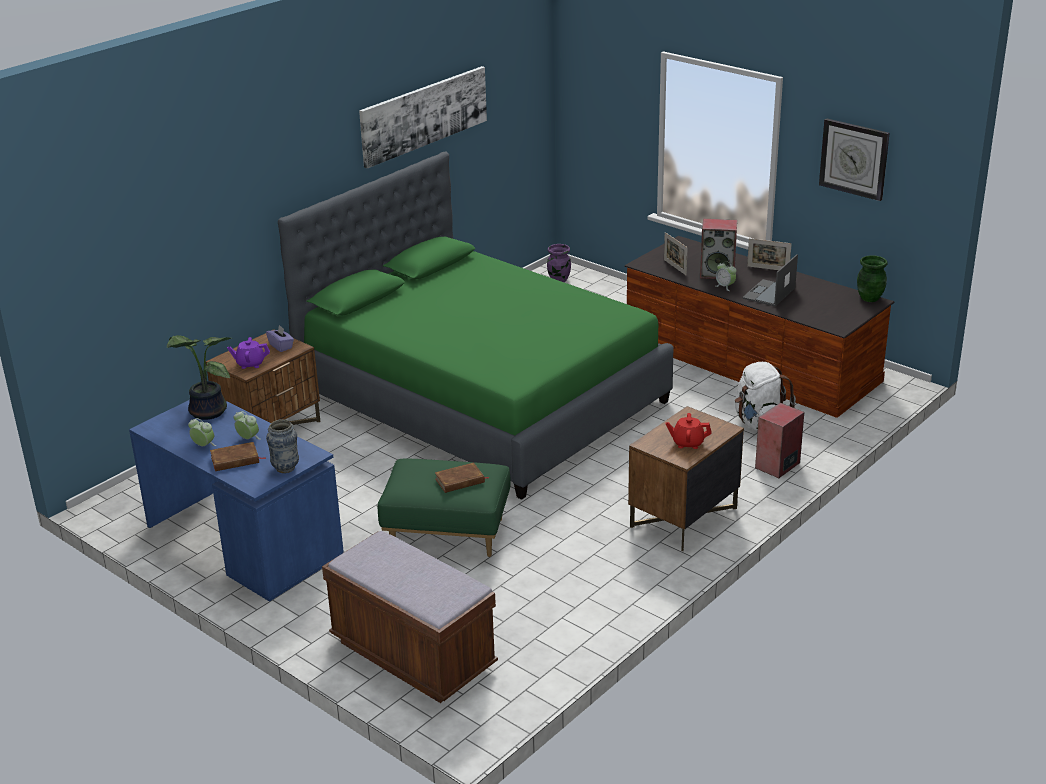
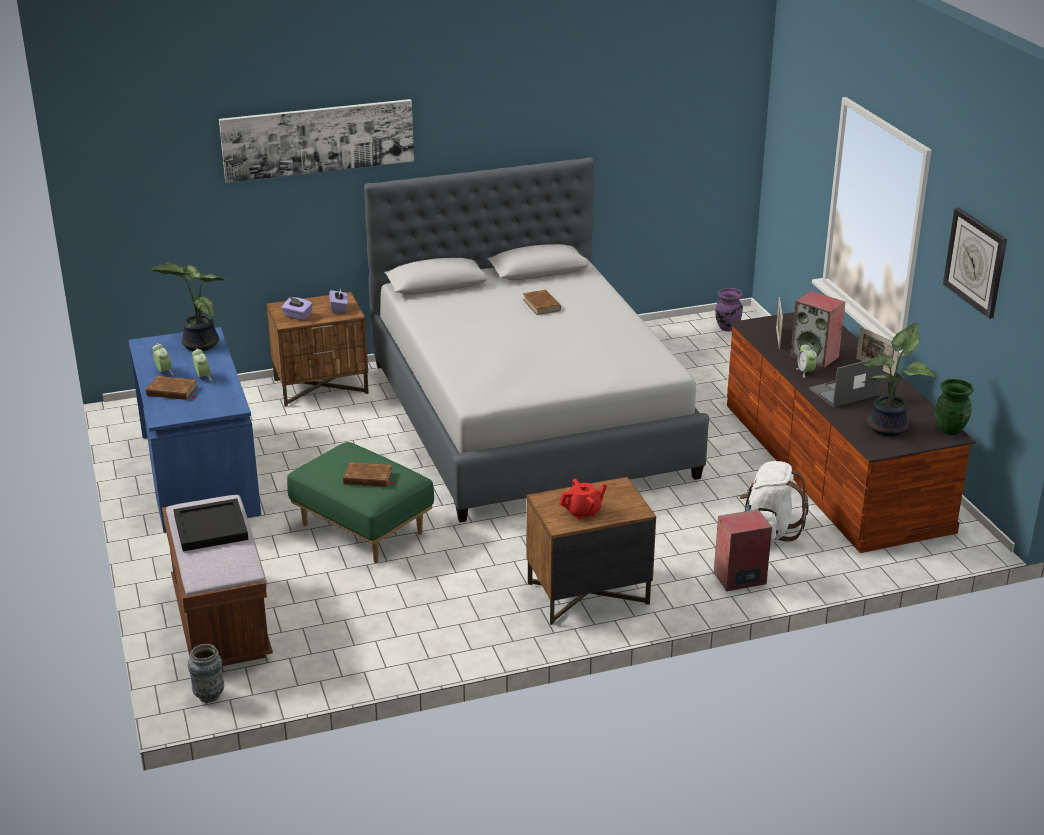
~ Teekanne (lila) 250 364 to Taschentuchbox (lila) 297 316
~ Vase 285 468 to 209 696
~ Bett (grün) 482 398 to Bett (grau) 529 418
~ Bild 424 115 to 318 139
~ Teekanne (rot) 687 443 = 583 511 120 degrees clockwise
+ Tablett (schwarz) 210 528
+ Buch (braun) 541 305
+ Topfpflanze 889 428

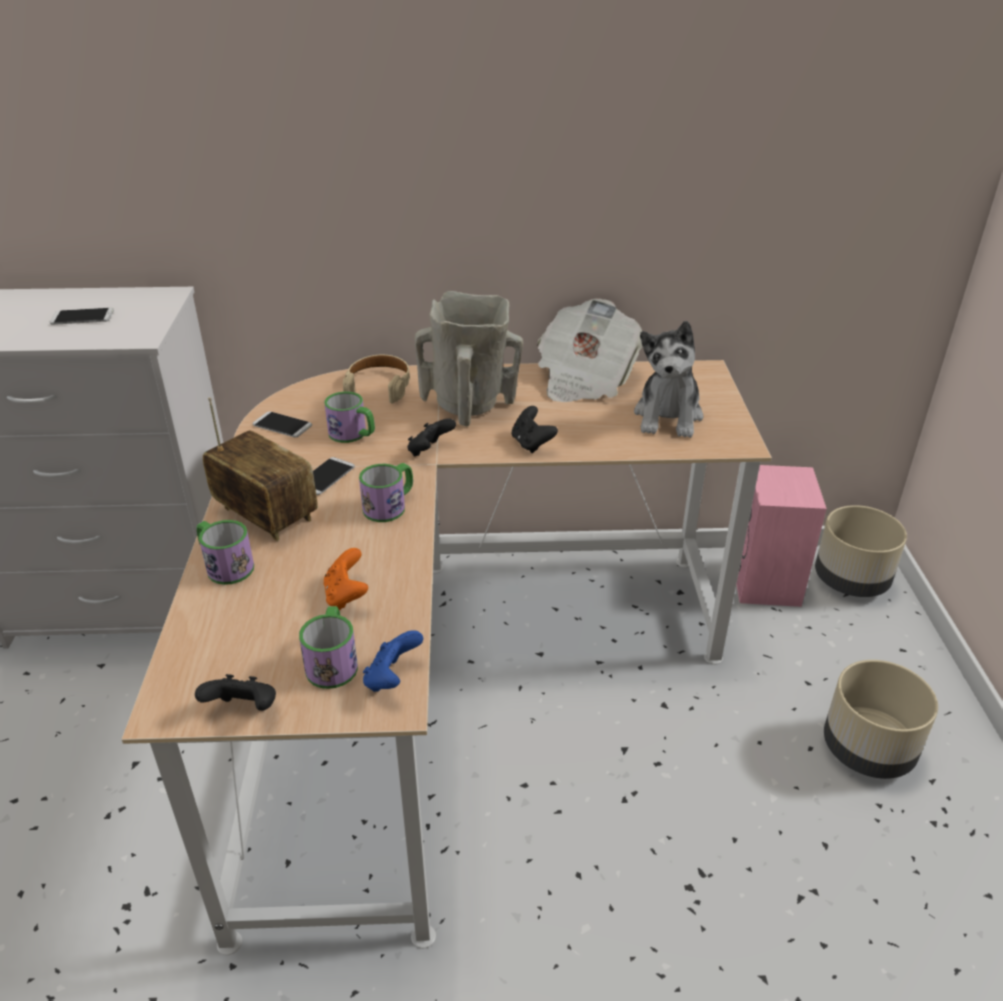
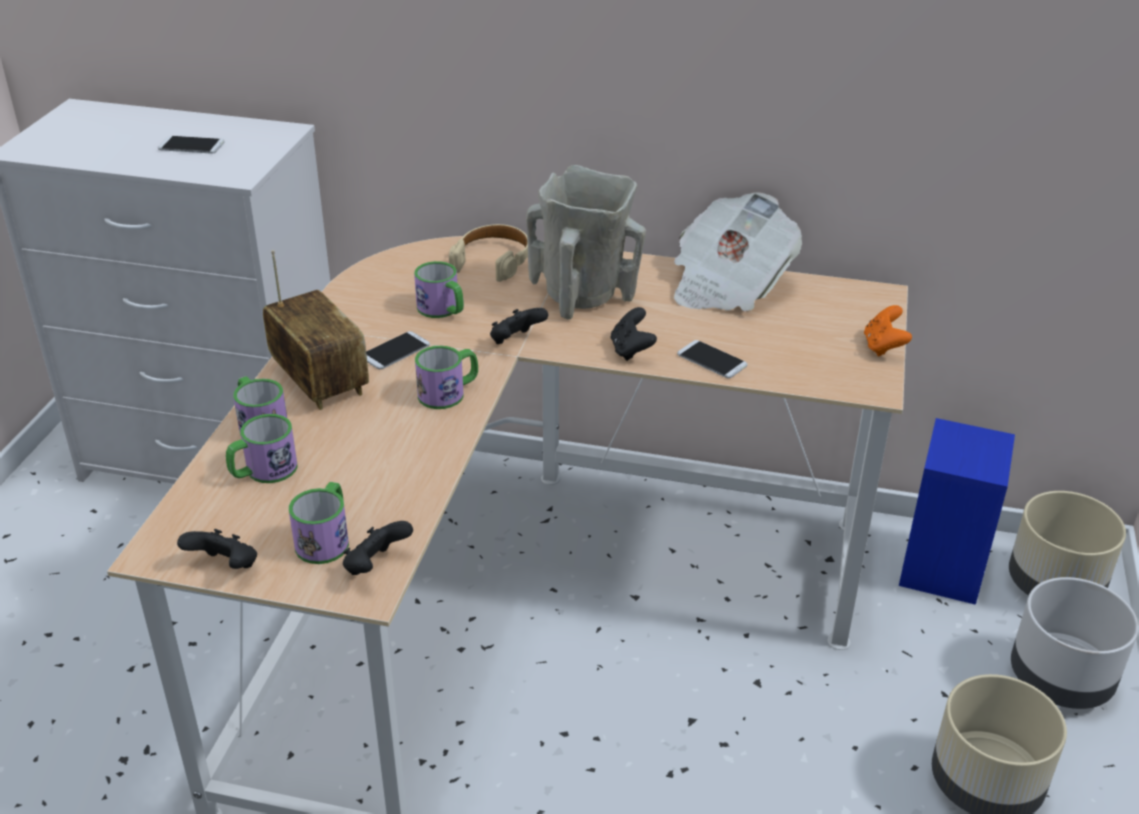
~ Handy 282 425 to 711 360
~ Gamepad (orange) 346 596 to 883 347
~ Gamepad (blau) 392 678 to Gamepad (schwarz) 376 566
- Plüschtier 668 416
~ Lautsprecher (rosa) 767 584 to Lautsprecher (blau) 944 569
+ Henkelbecher 263 471
+ Pflanzkübel (grau) 1060 680

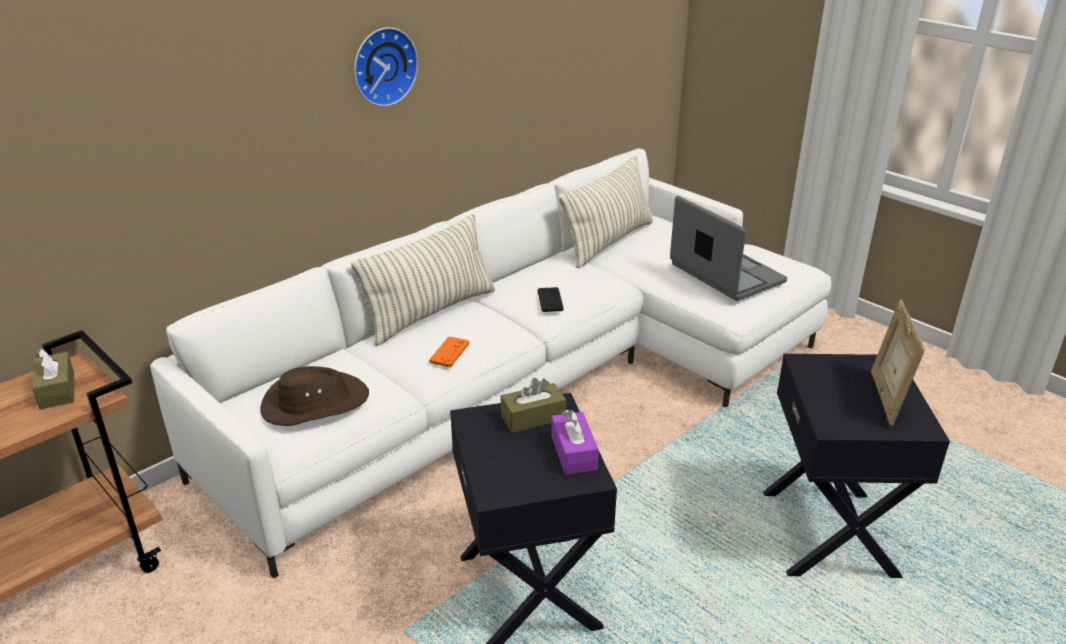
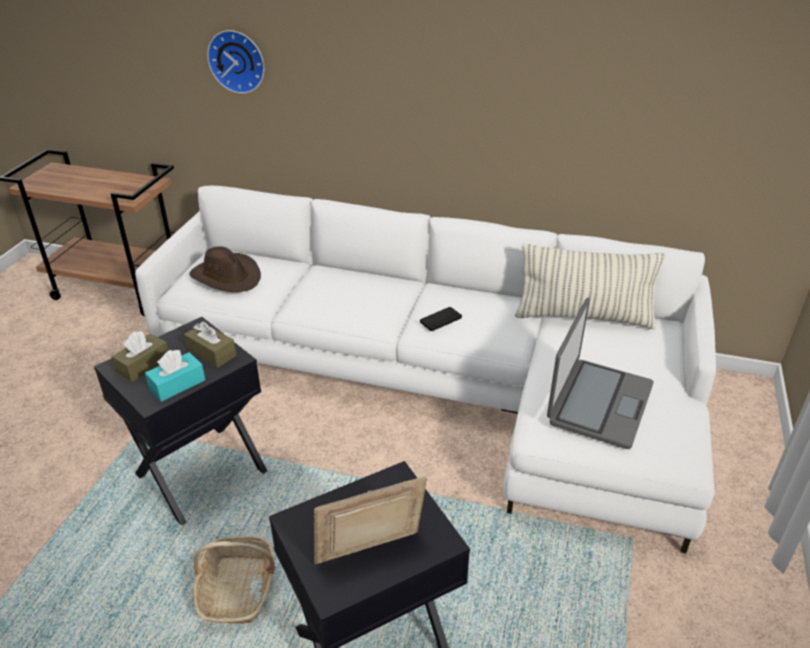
~ Taschentuchbox (braun) 57 390 to 143 365
- Kissen 431 313
~ Wanduhr 382 66 to 238 61
- Gamepad (orange) 449 353
~ Taschentuchbox (lila) 573 453 to Taschentuchbox (türkis) 177 384
+ Korb 237 589

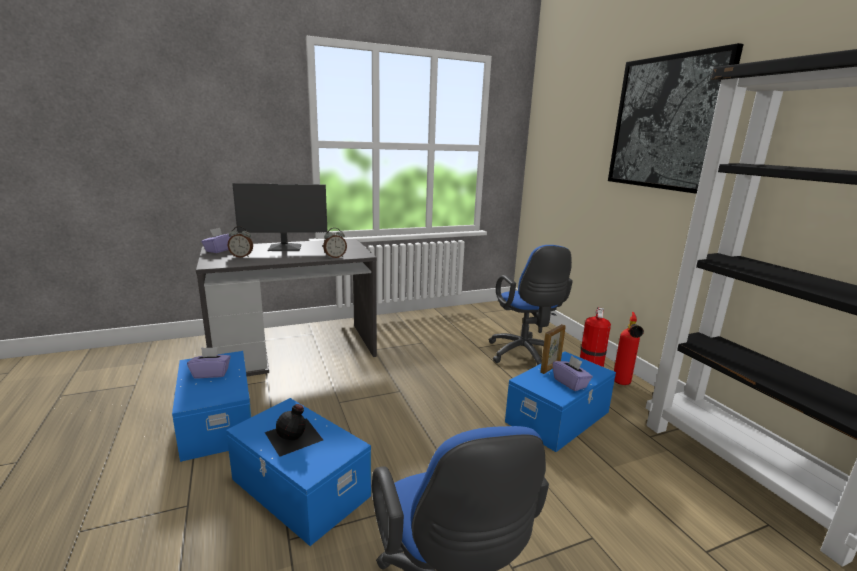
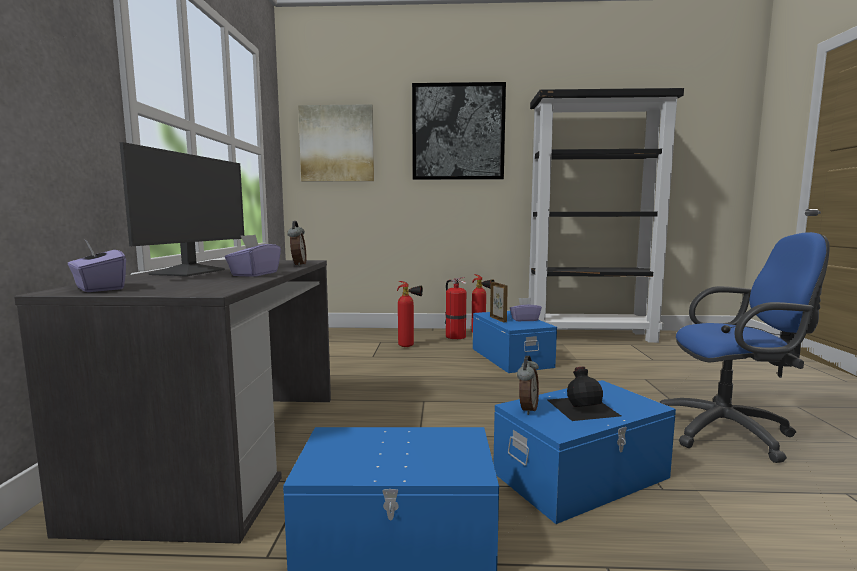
~ Taschentuchbox (lila) 211 373 to 254 274
~ Wecker 241 256 to 527 409
~ Bürostuhl (blau) 524 356 to Feuerlöscher 409 346
+ Bild 337 144

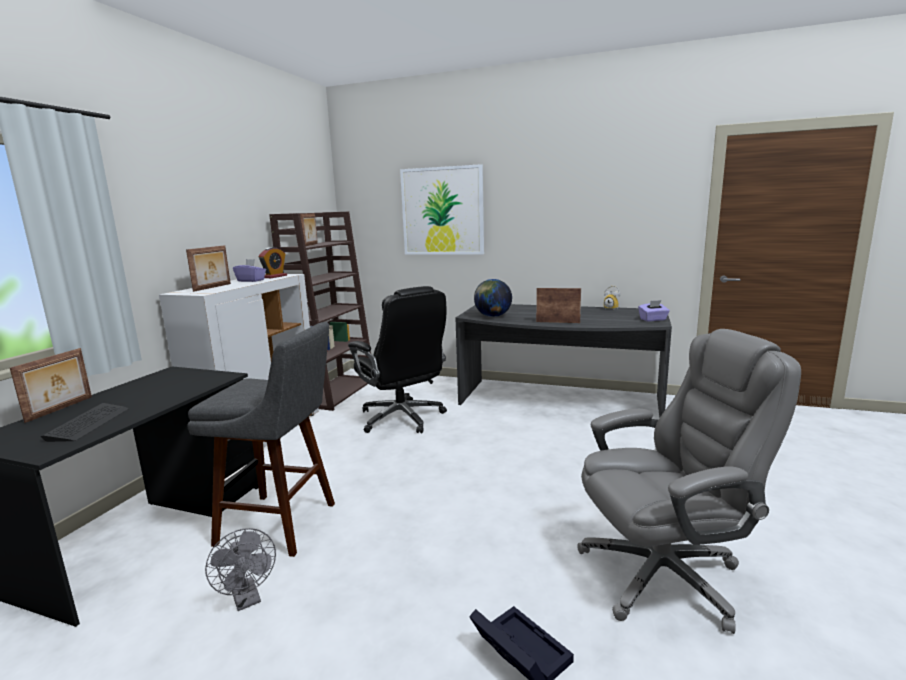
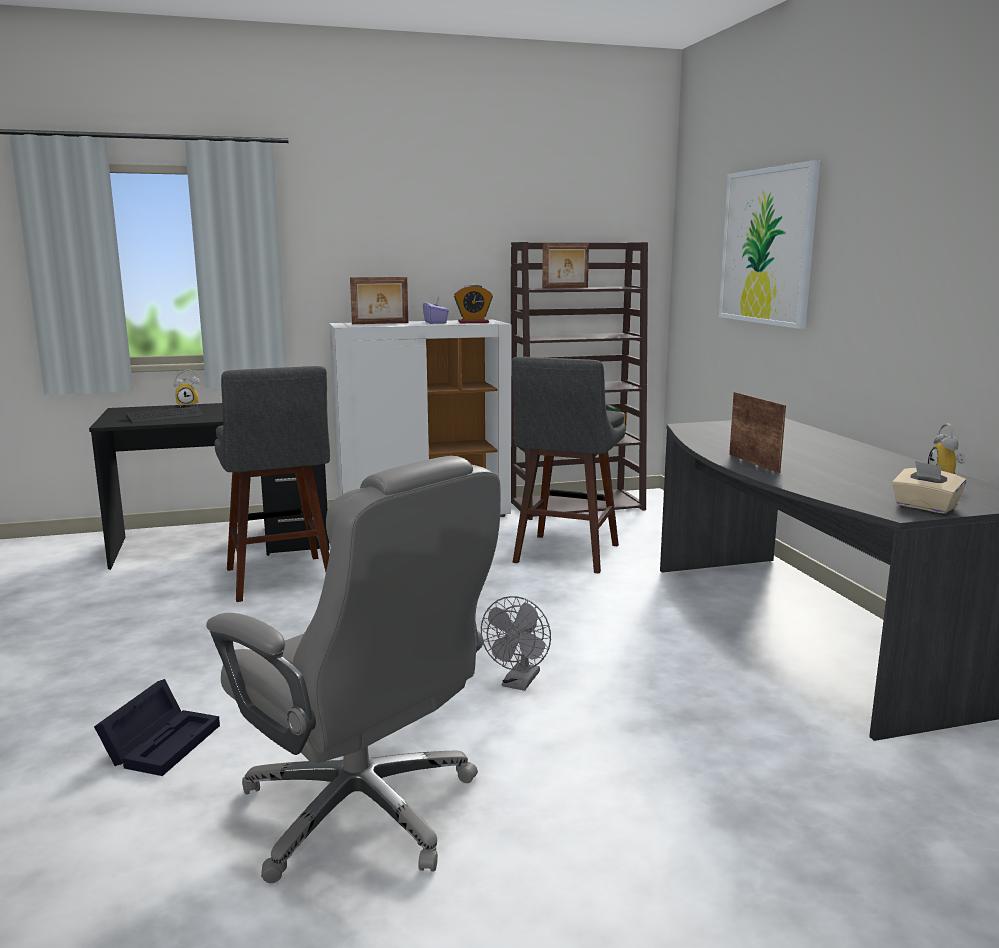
~ Bilderrahmen 61 409 to Wecker 188 405
~ Ventilator (grau) 247 599 to 519 683
~ Bürostuhl (schwarz) 402 418 to Hocker (grau) 565 555
- Globus 492 316
~ Taschentuchbox (lila) 653 319 to Taschentuchbox (beige) 925 507

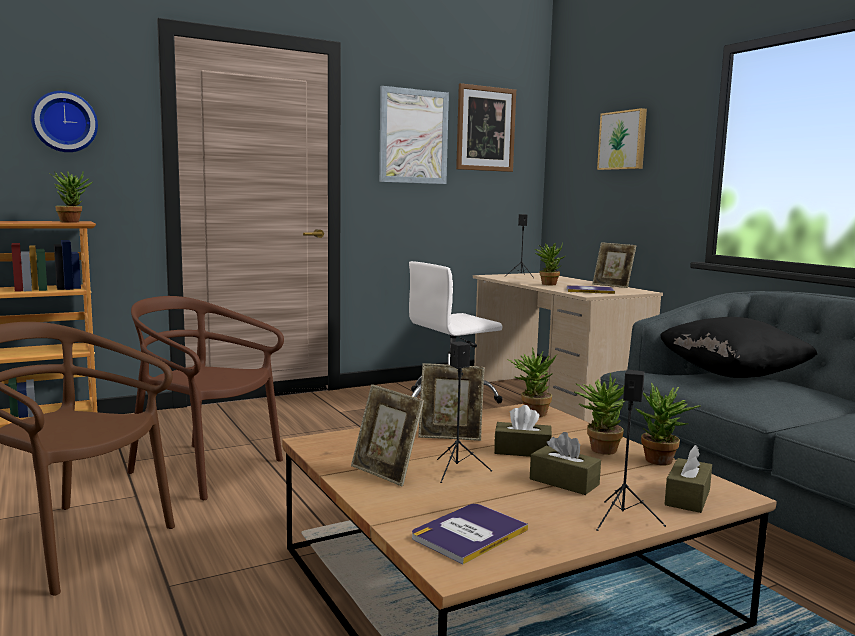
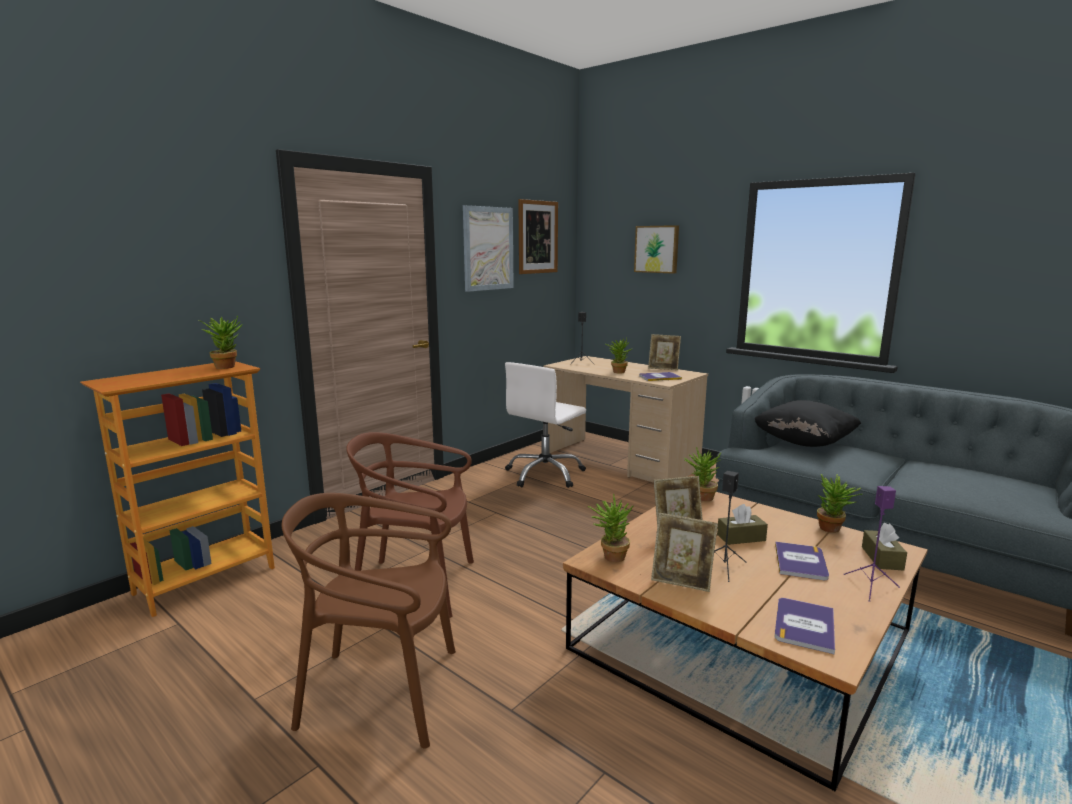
- Wanduhr 64 122
~ Taschentuchbox (braun) 564 482 to Buch 800 562
~ Topfpflanze 598 448 to 610 556
~ Lautsprecher (schwarz) 621 519 to Lautsprecher (lila) 870 587

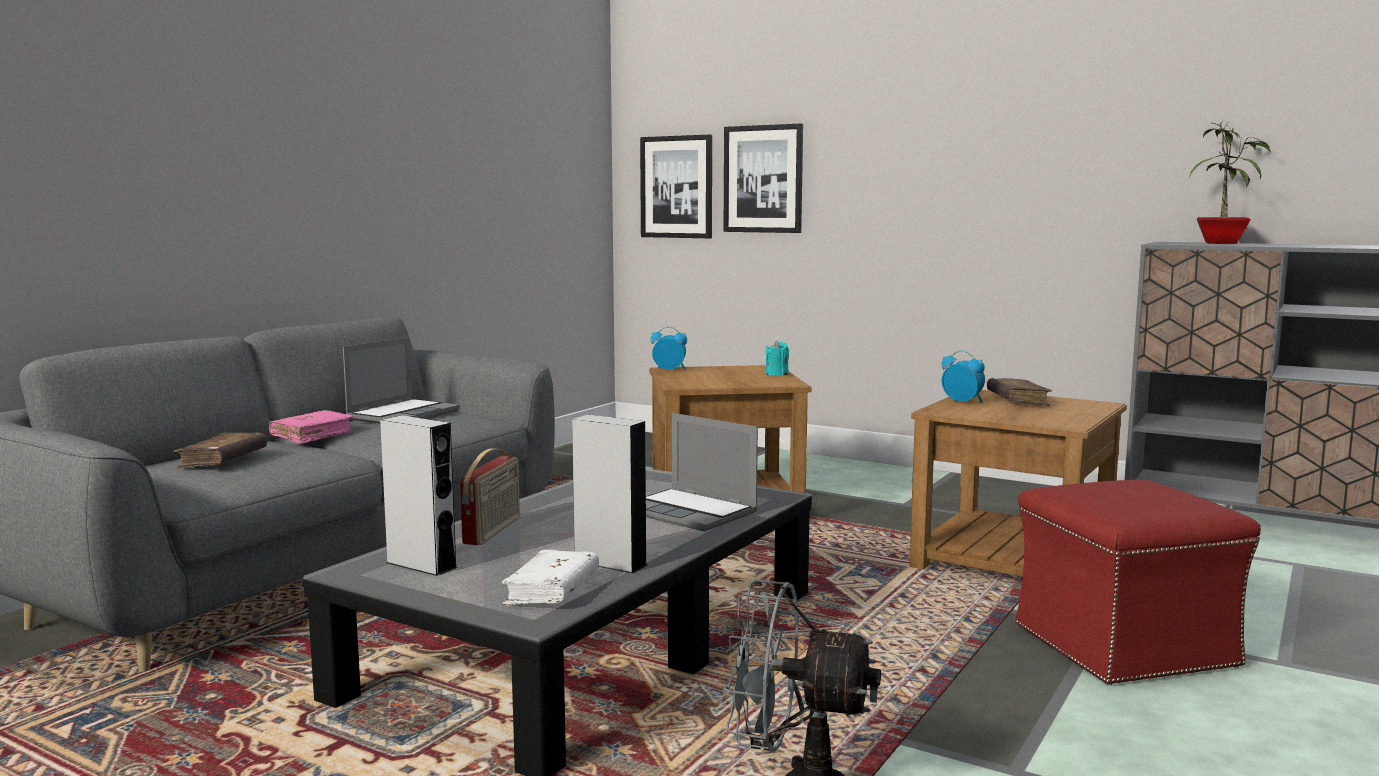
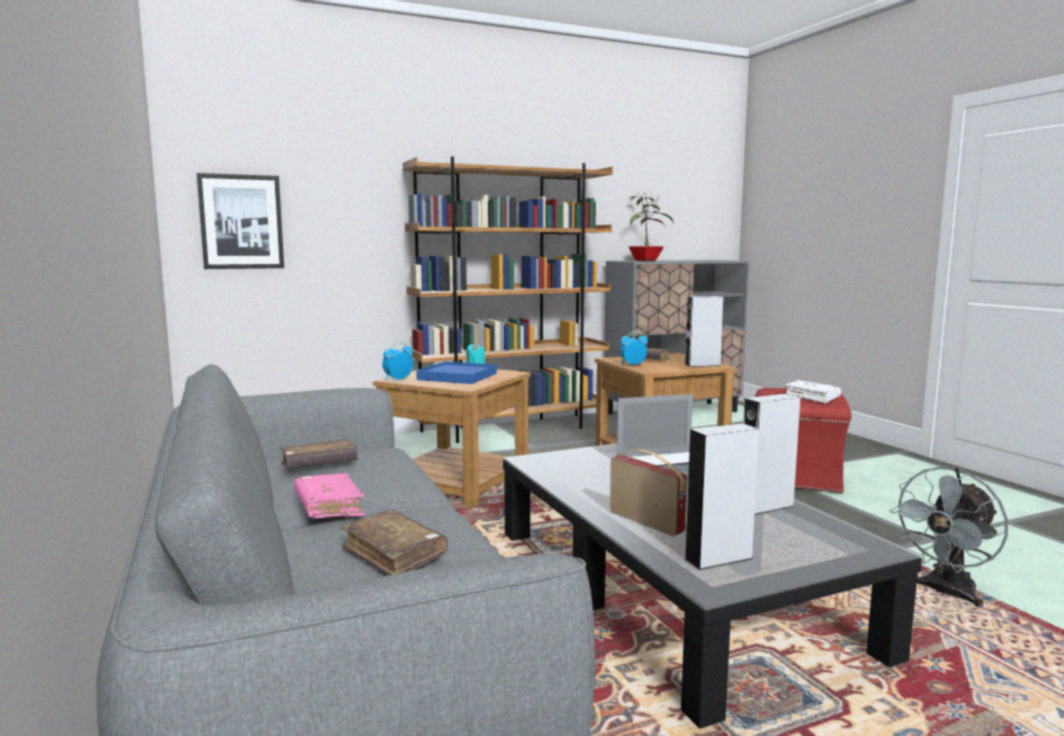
~ Laptop 403 414 to Buch (braun) 319 465
~ Buch (weiß) 552 591 to 811 397
- Bild 763 179
+ Bücherregal (braun) 512 429
+ Tablett (blau) 457 376
+ Lautsprecher (grau) 702 365

